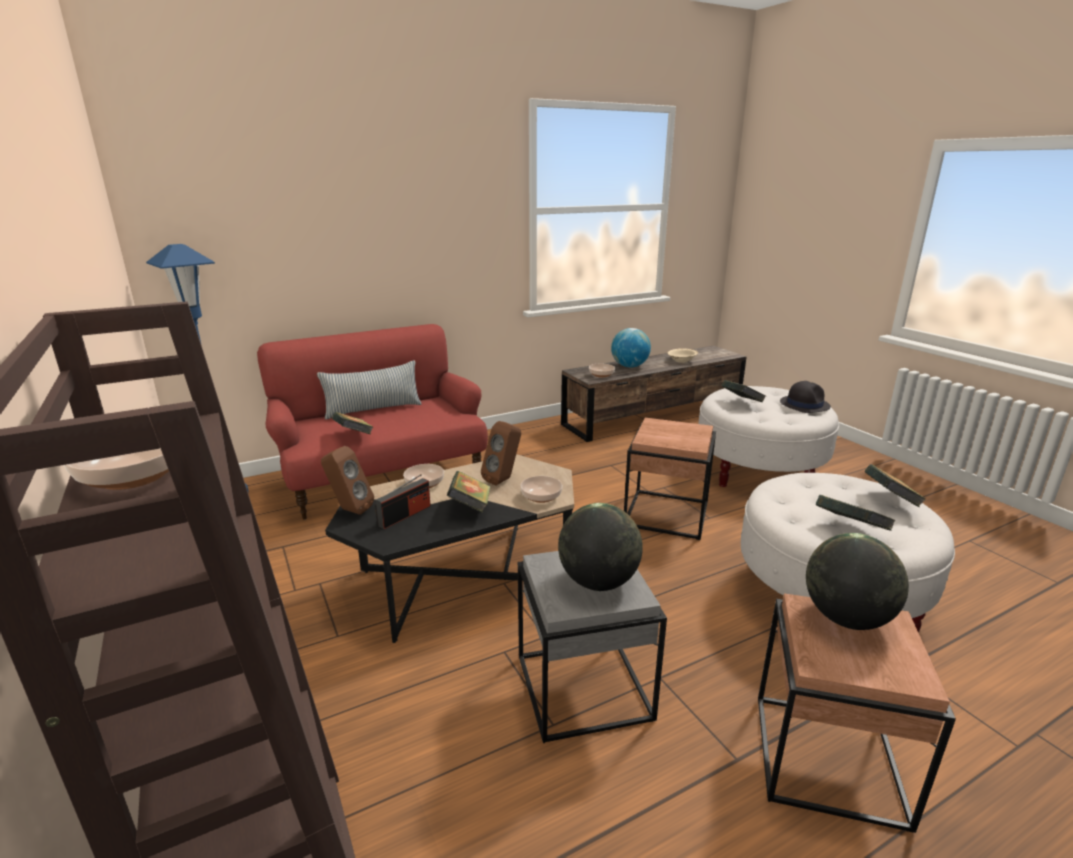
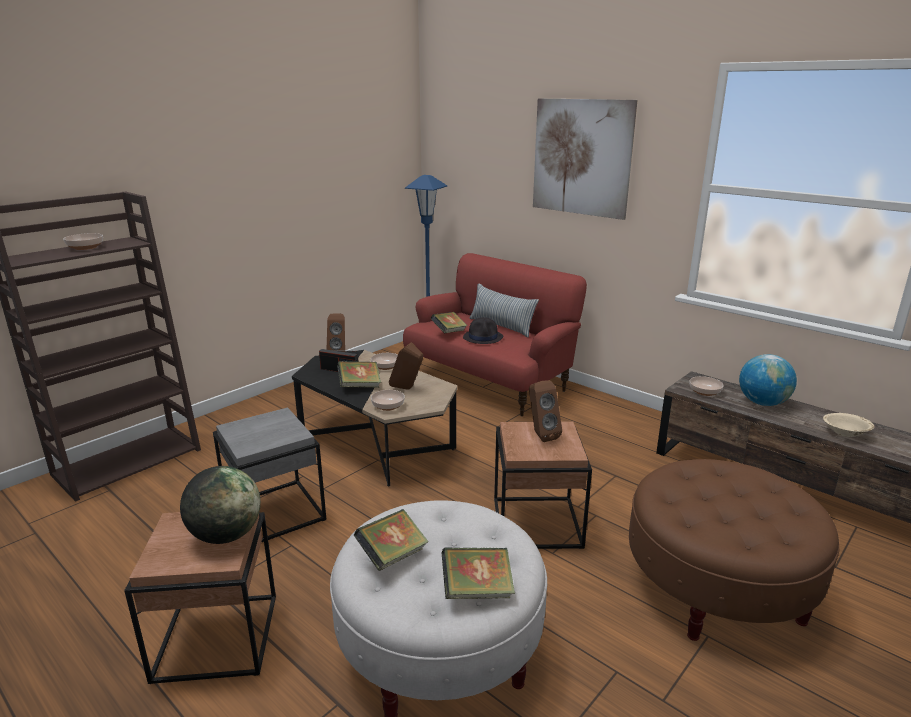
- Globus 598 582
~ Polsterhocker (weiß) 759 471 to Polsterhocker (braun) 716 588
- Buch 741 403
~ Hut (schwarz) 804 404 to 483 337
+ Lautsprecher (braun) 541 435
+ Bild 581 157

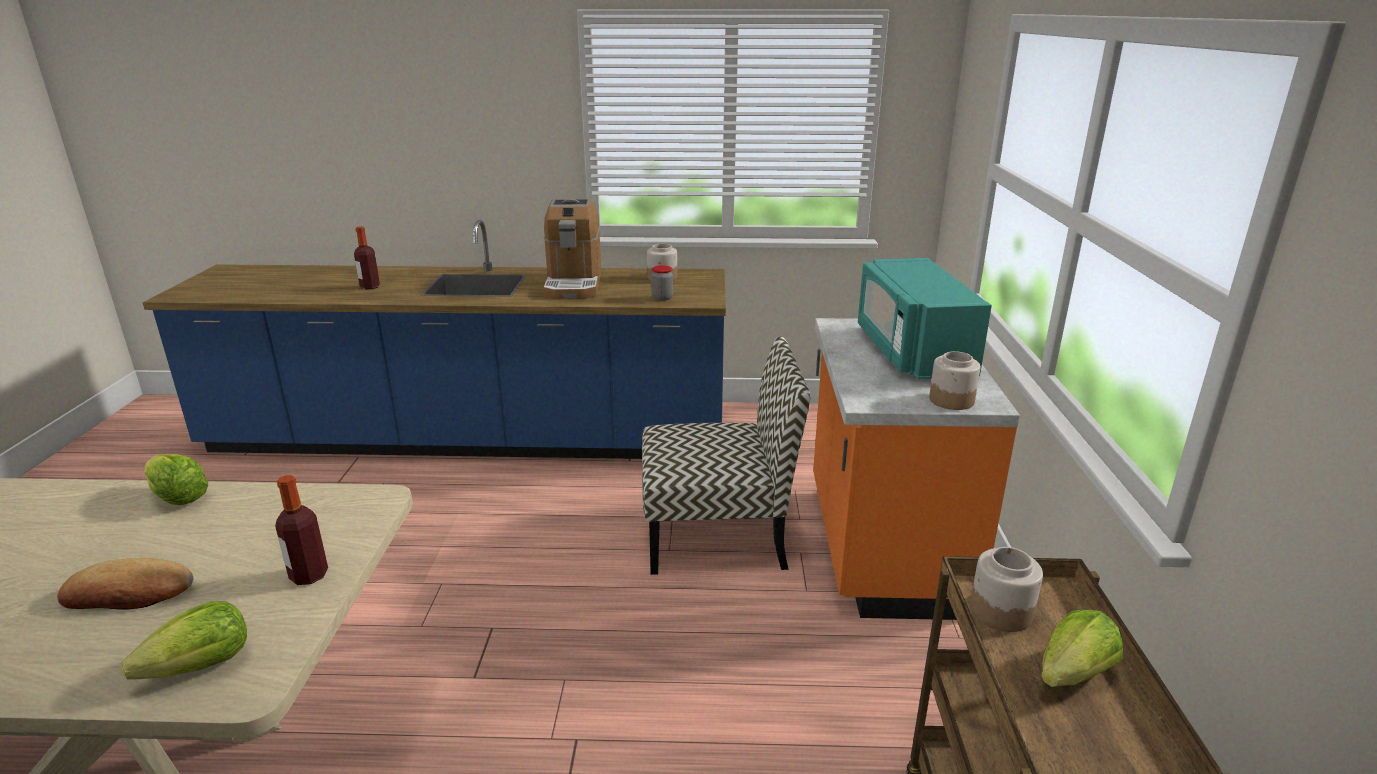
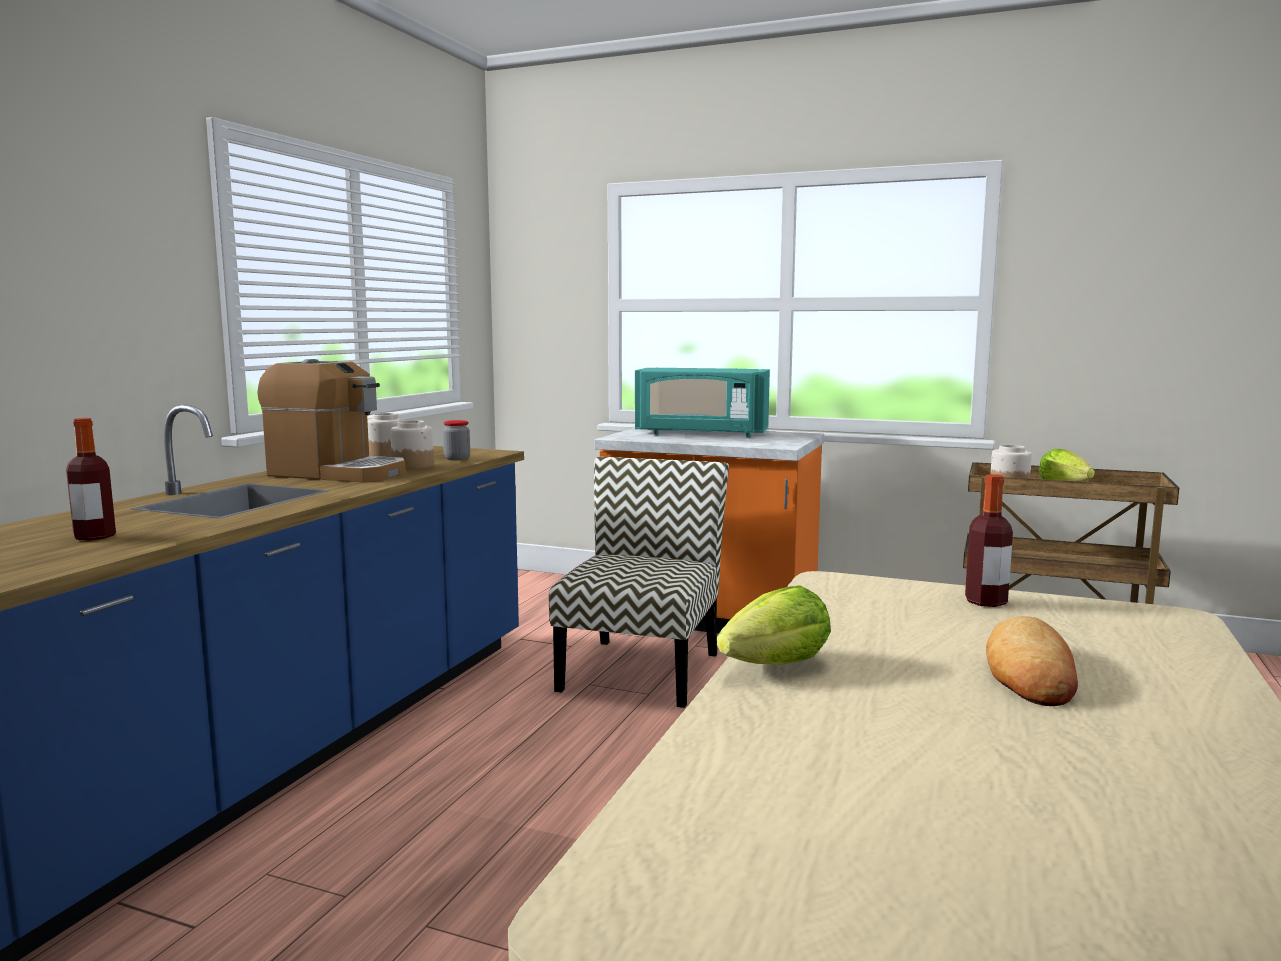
- Salatkopf 202 666
~ Vorratsglas 952 400 to 413 465

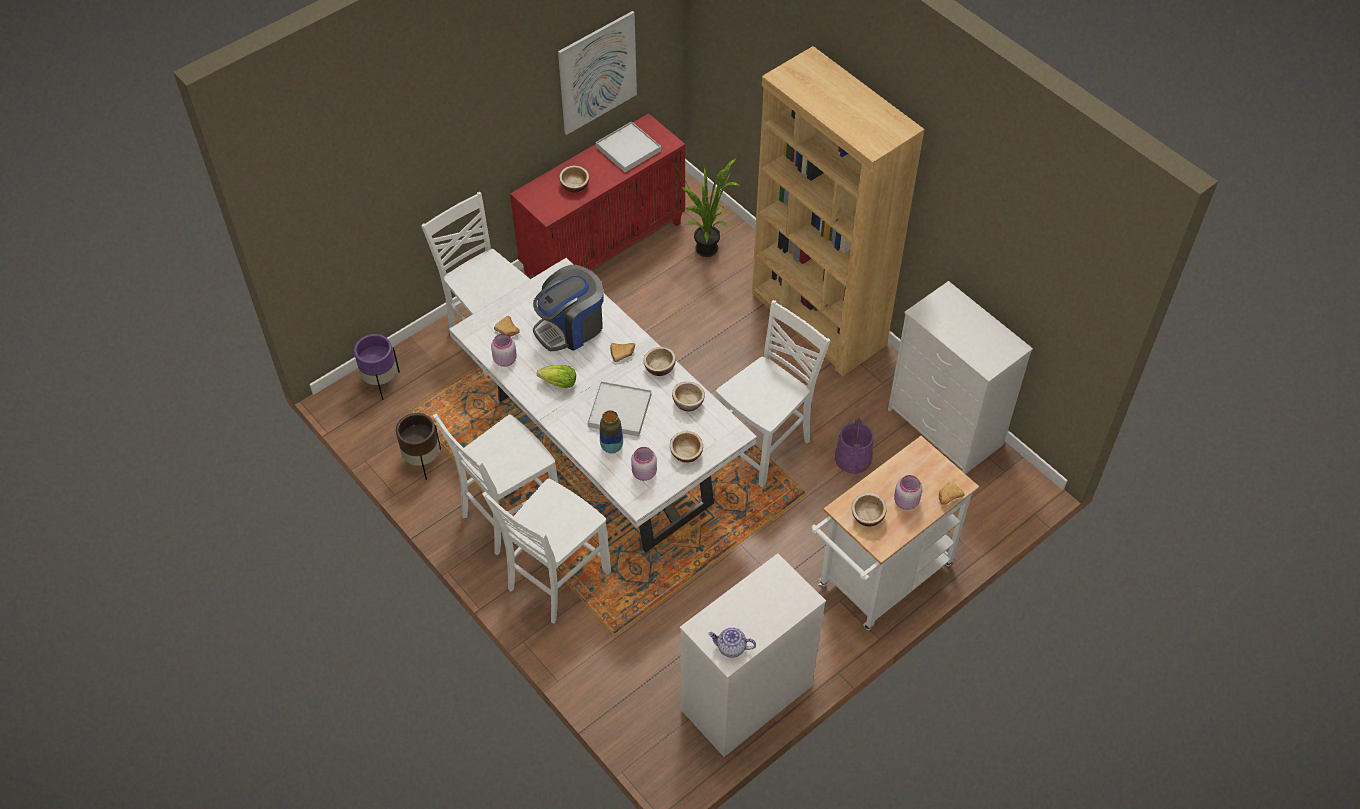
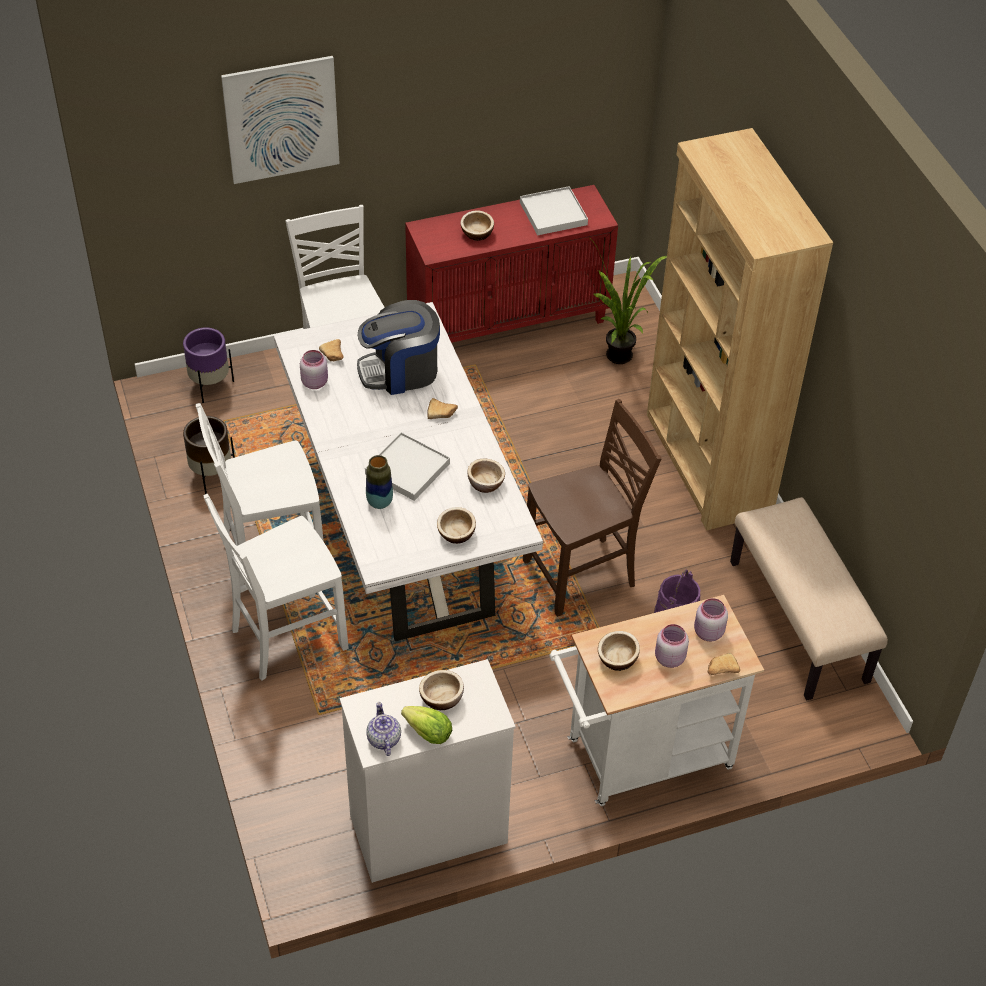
~ Salatkopf 559 383 to 428 733
~ Bild 598 73 to 281 120
~ Vorratsglas (rosa) 643 473 to 707 632
~ Schüssel 660 367 to 441 698
~ Teekanne 731 648 = 383 739 45 degrees clockwise
~ Stuhl (weiß) 765 446 to Stuhl (braun) 582 575
~ Kommode (weiß) 946 427 to Bank (beige) 799 621

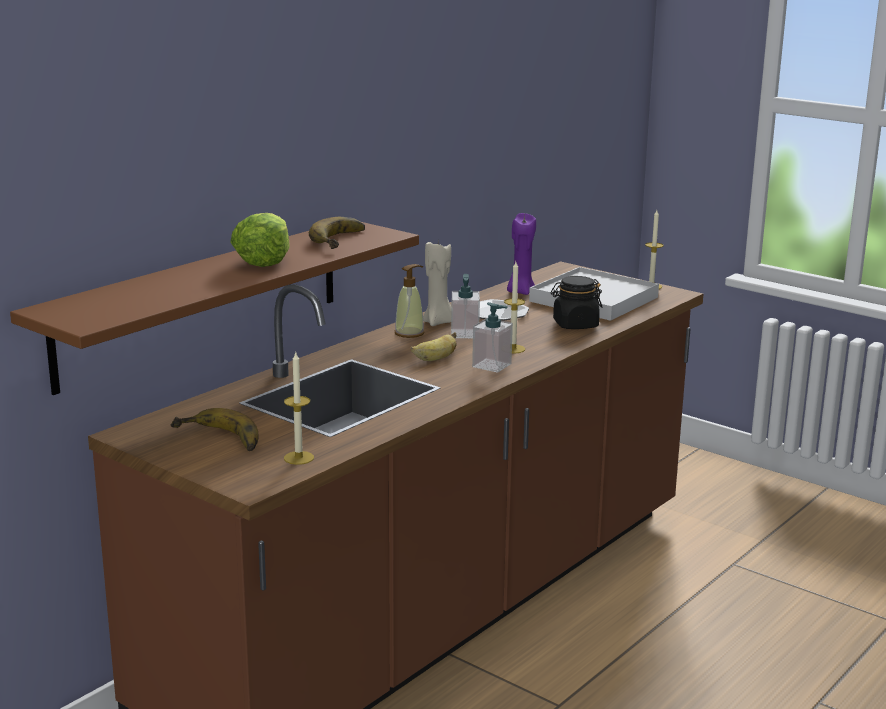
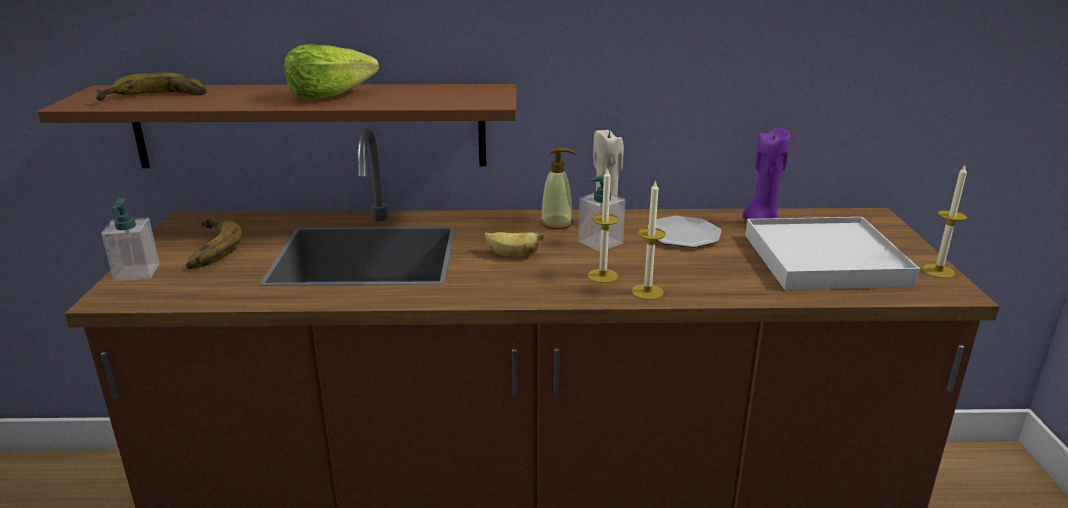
~ Kerze 298 458 to 647 292
~ Banane 345 240 to 155 98
~ Seifenspender 492 365 to 137 272
- Vorratsglas (schwarz) 575 325

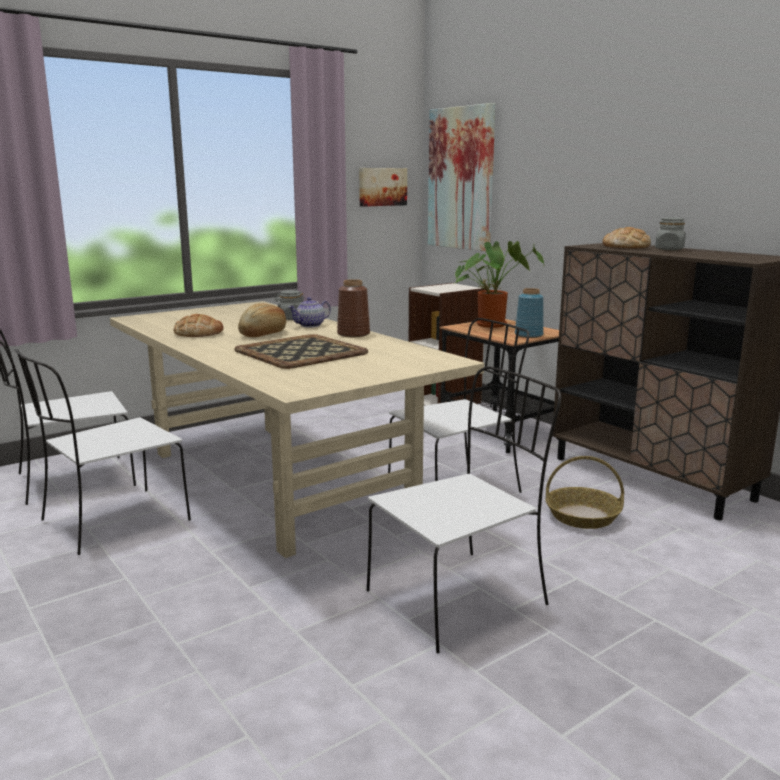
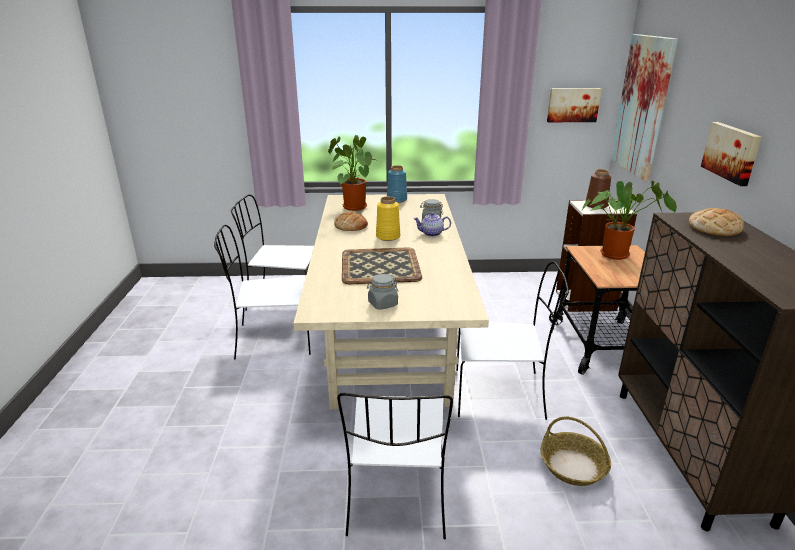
~ Brot 263 333 to Vase (gelb) 388 236
~ Vase (braun) 353 334 to 596 205
~ Stuhl (weiß) 459 597 = 397 496 90 degrees clockwise
~ Vase (blau) 529 335 to 397 200
~ Vorratsglas (grau) 669 249 to 382 304
+ Topfpflanze 352 206
+ Bild 732 152

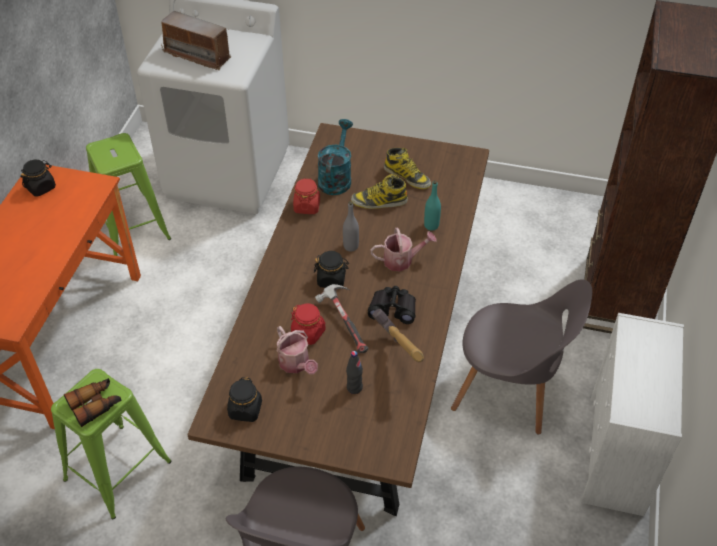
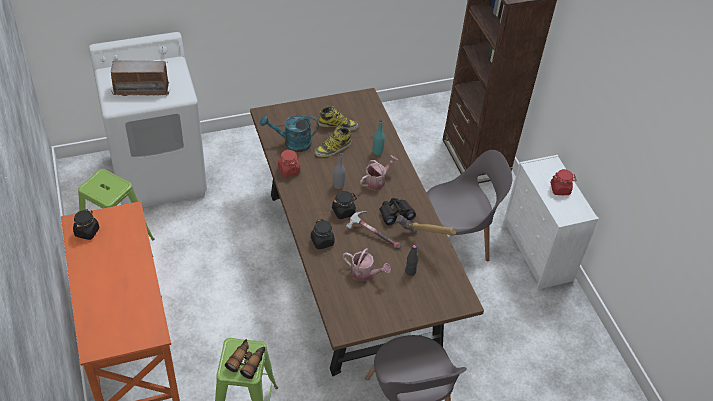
~ Vorratsglas (schwarz) 245 410 to 322 241
~ Vorratsglas (rot) 308 333 to 560 189
~ Gießkanne (türkis) 336 178 = 292 143 75 degrees counterclockwise

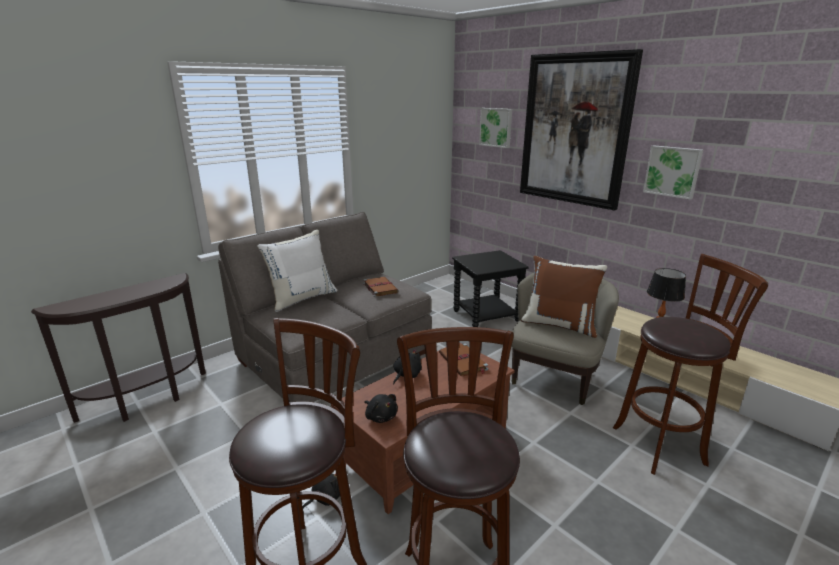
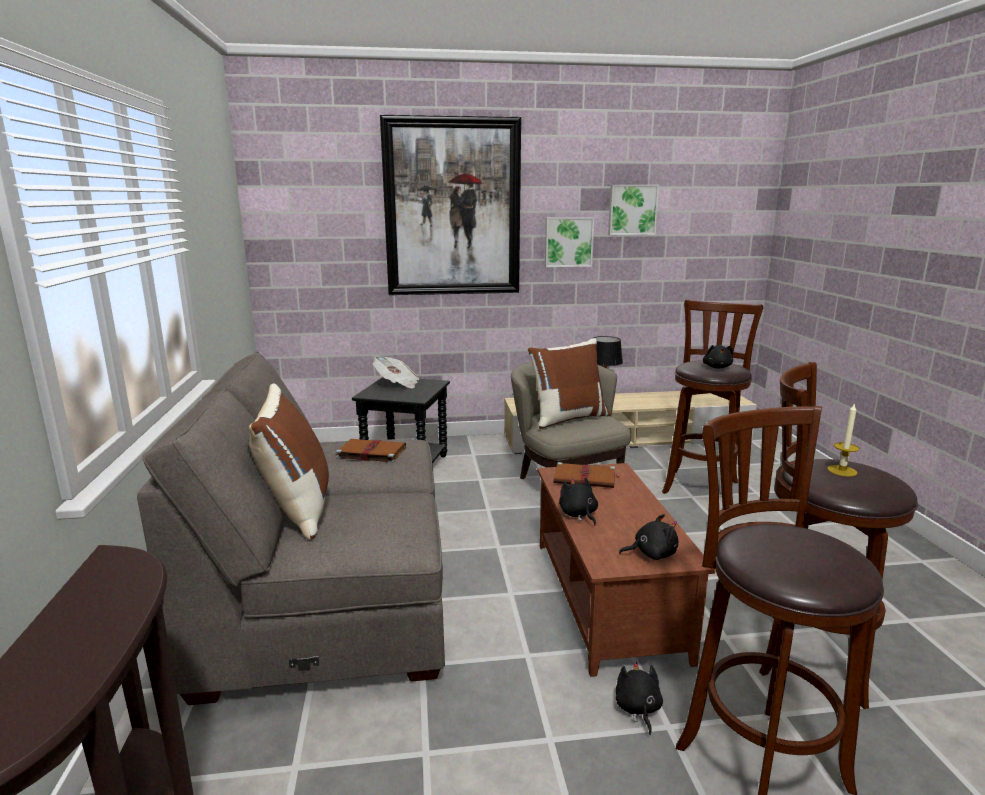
~ Kissen (weiß) 301 298 to Kissen (braun) 297 509
~ Bild 496 127 to 632 210
+ Zeitung 397 384
+ Plüschtier (schwarz) 717 367
+ Kerze 842 471

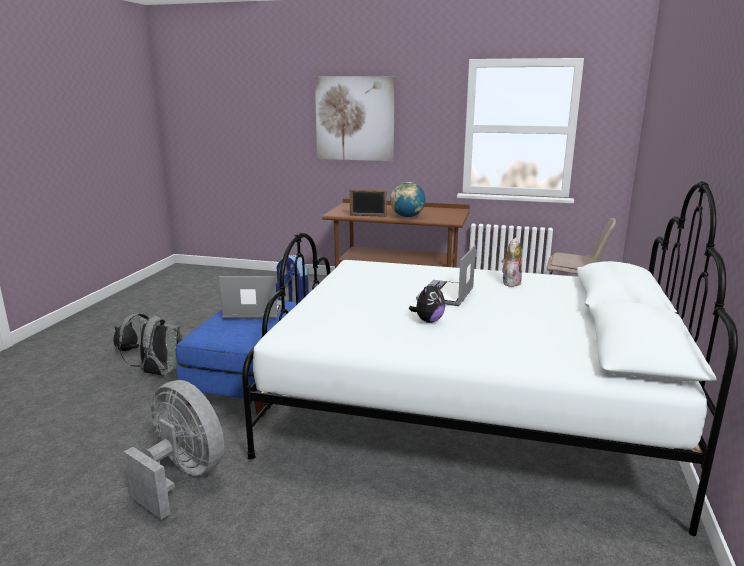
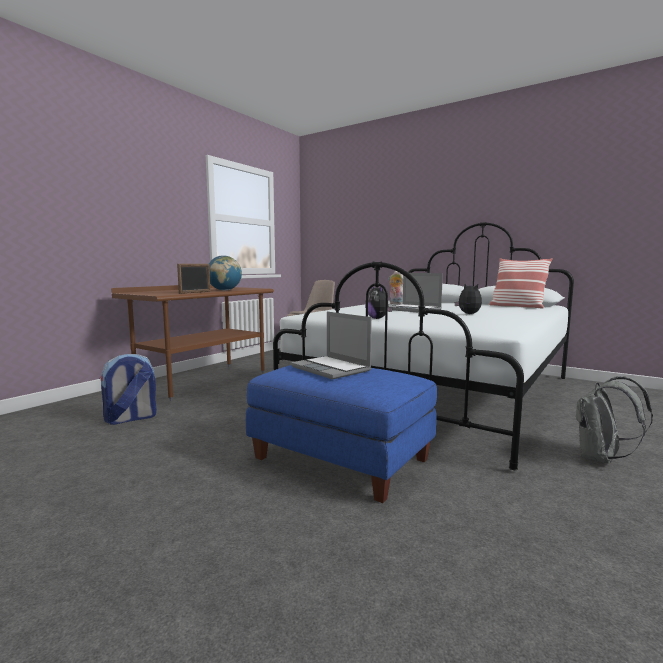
~ Plüschtier 127 350 to 378 318
~ Rucksack (grau) 157 373 to 601 458
- Ventilator (grau) 182 477
~ Laptop 252 311 = 332 369 60 degrees counterclockwise
- Bild 354 118
+ Kissen 517 306

